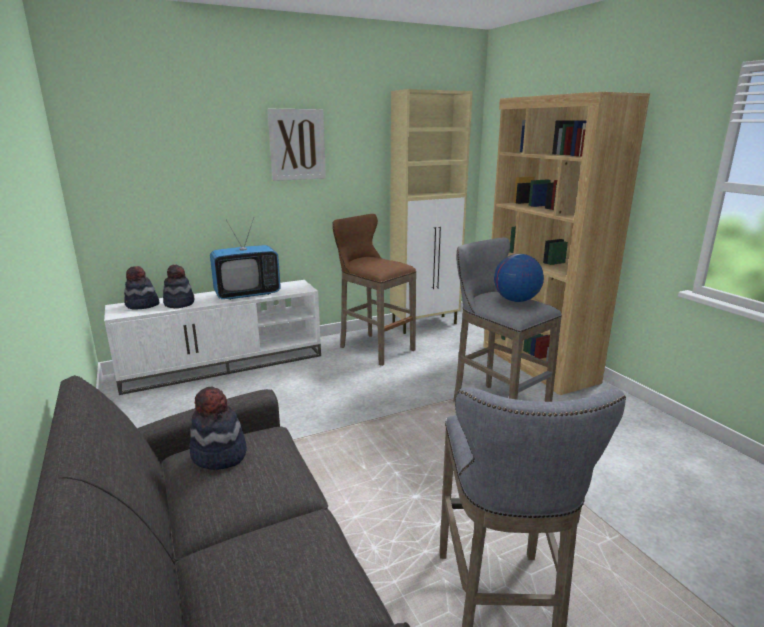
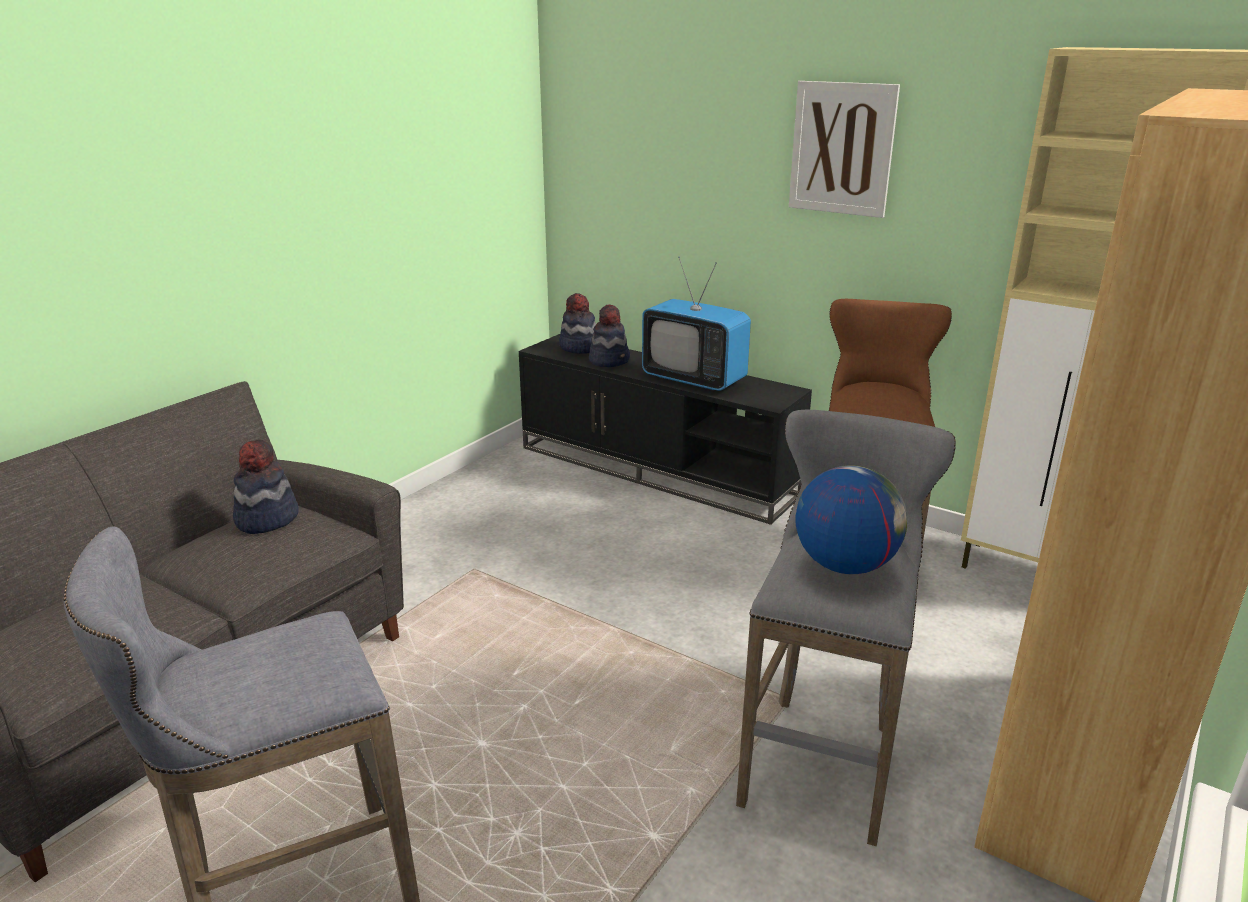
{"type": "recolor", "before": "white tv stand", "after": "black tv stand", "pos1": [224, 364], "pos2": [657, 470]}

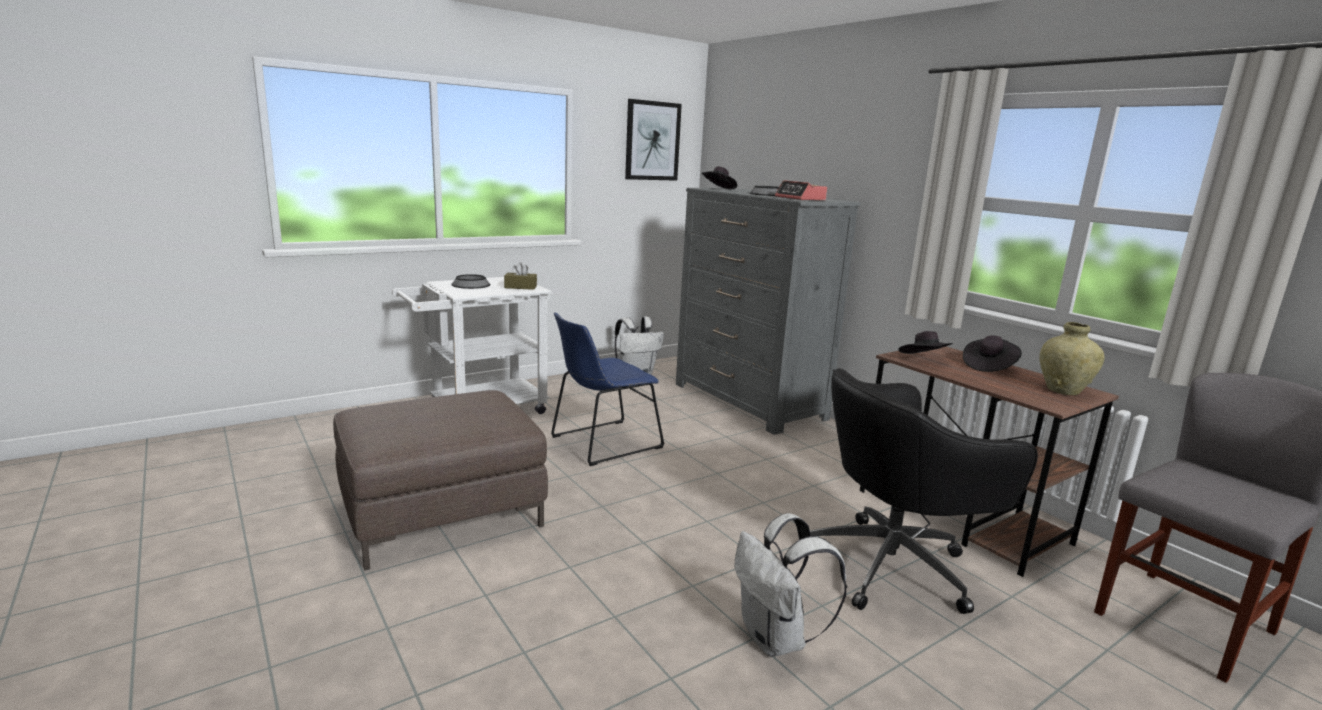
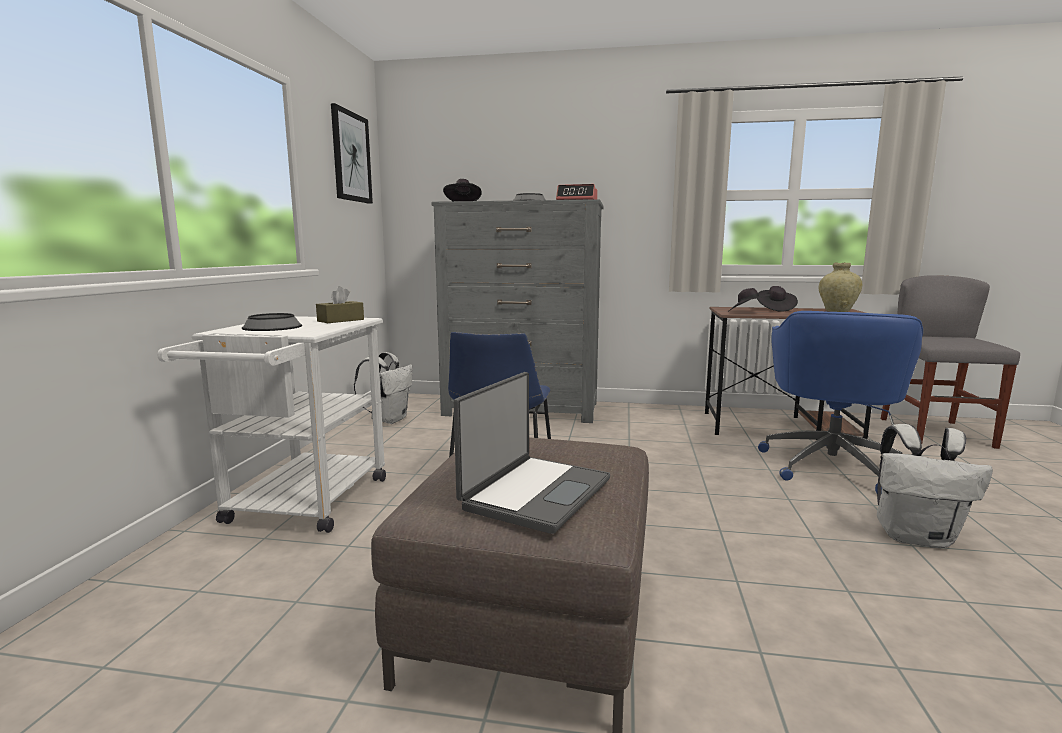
{"type": "insert", "after": "laptop", "pos2": [535, 493]}
{"type": "recolor", "before": "black office chair", "after": "blue office chair", "pos1": [893, 565], "pos2": [830, 465]}

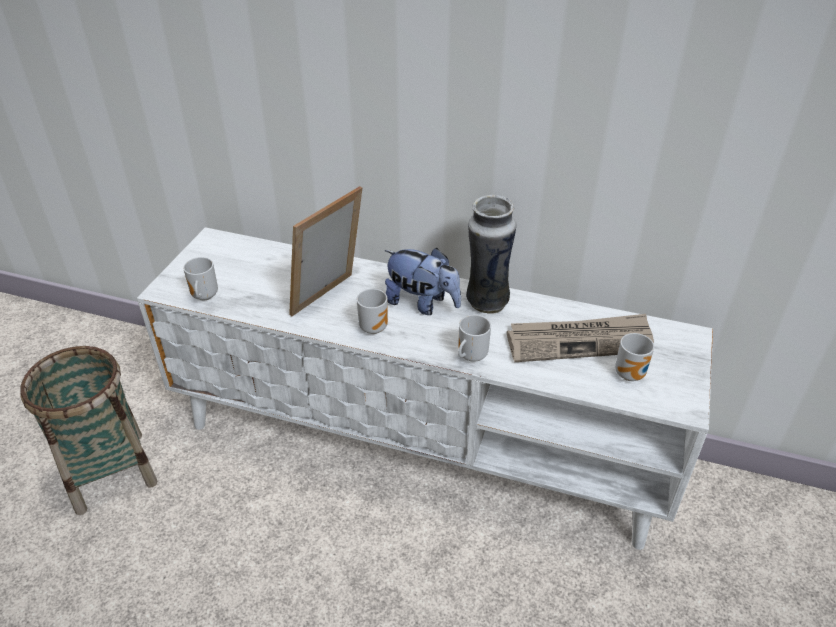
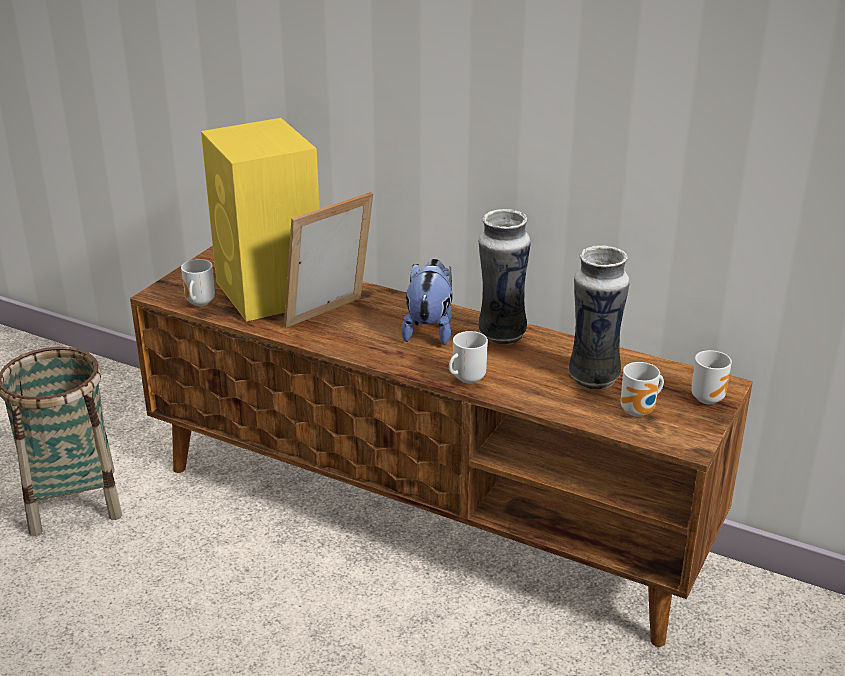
{"type": "recolor", "before": "white tv stand", "after": "brown tv stand", "pos1": [420, 444], "pos2": [425, 514]}
{"type": "insert", "after": "yellow speaker", "pos2": [270, 293]}
{"type": "rotate", "before": "plush toy", "pos1": [422, 303], "pos2": [429, 329], "turn": -120}
{"type": "replace", "before": "newspaper", "after": "vase", "pos1": [580, 341], "pos2": [593, 377]}
{"type": "move", "before": "mug", "pos1": [374, 327], "pos2": [707, 397]}

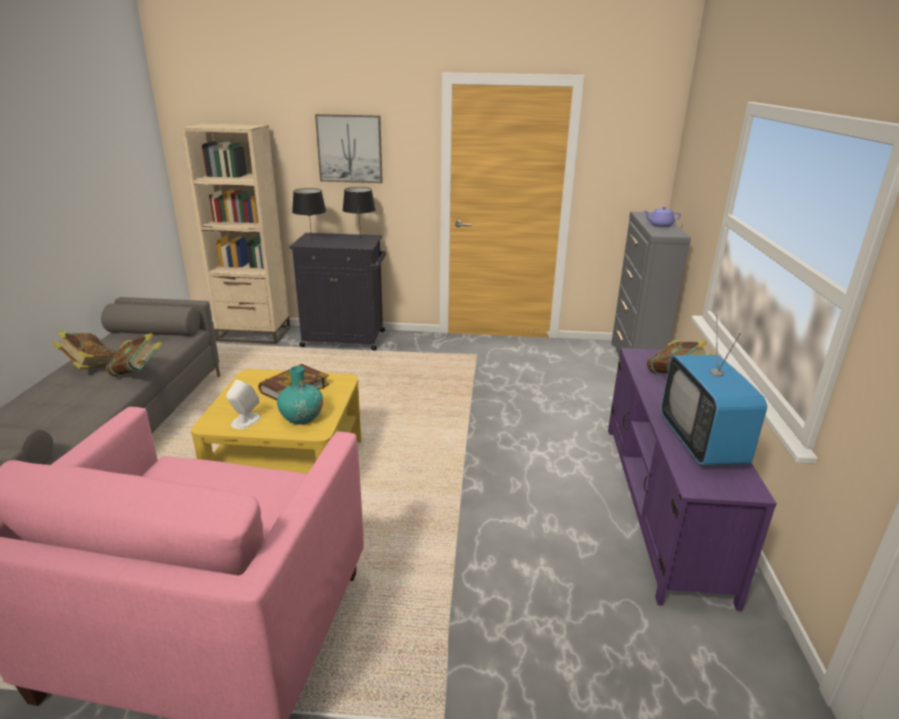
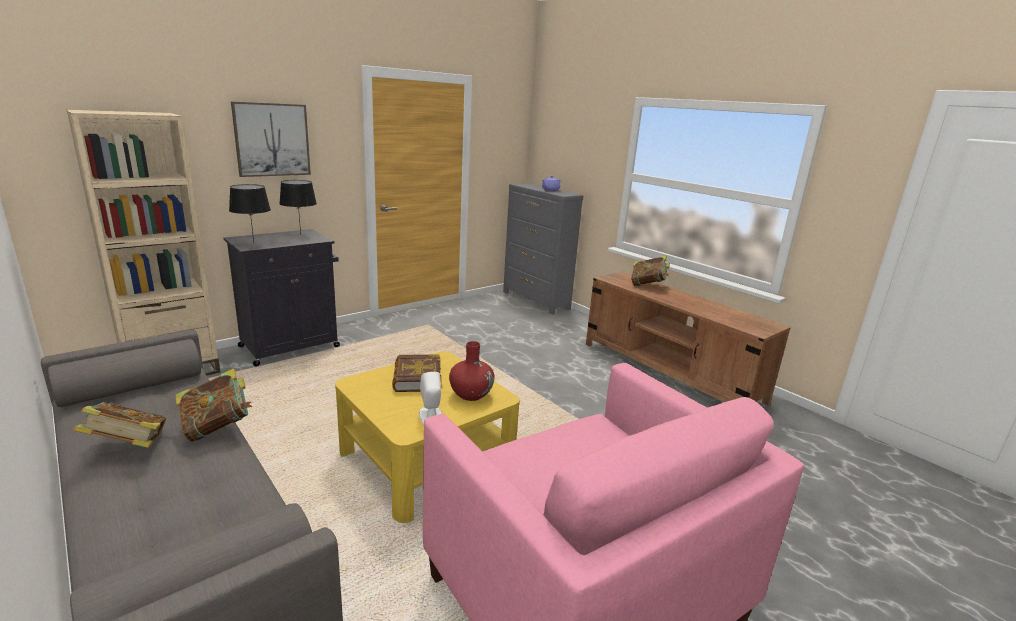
{"type": "recolor", "before": "turquoise vase", "after": "red vase", "pos1": [302, 418], "pos2": [471, 394]}
{"type": "recolor", "before": "purple tv stand", "after": "brown tv stand", "pos1": [661, 504], "pos2": [669, 372]}
{"type": "delete", "before": "television", "pos1": [701, 442]}

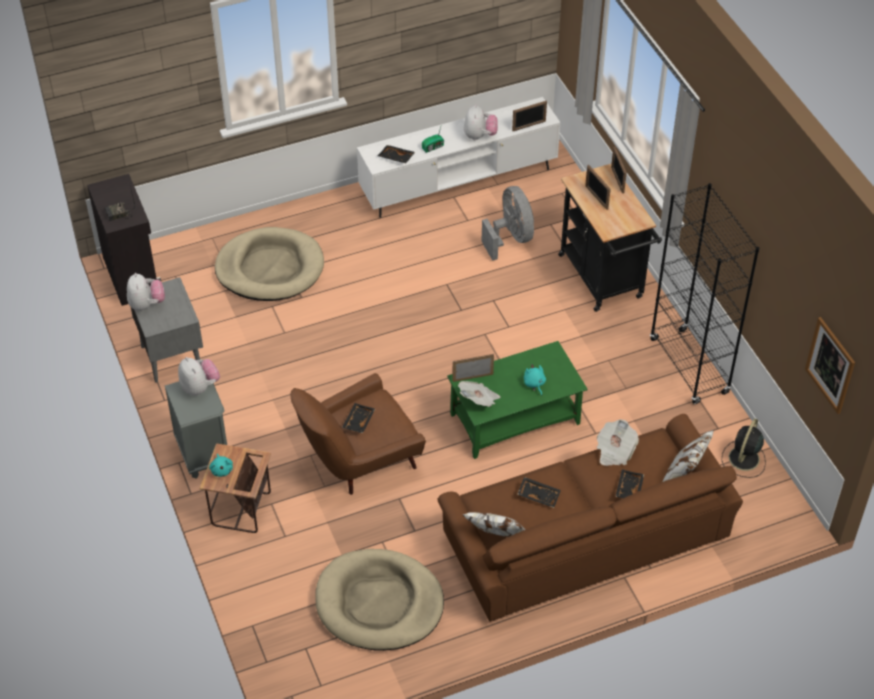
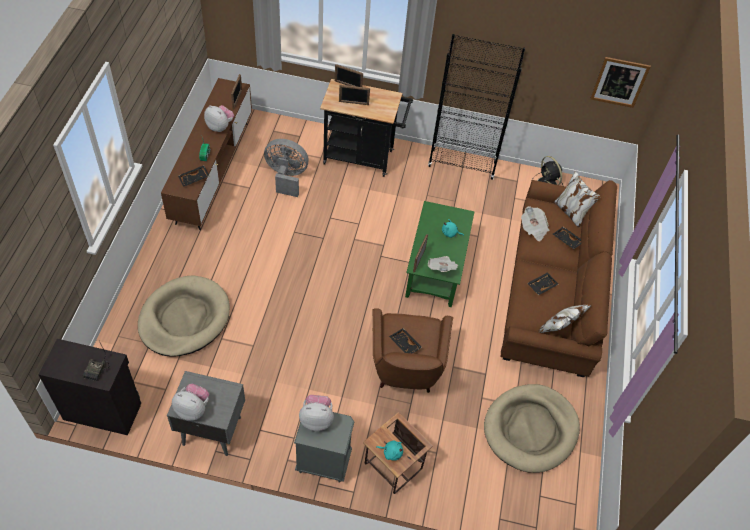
{"type": "recolor", "before": "white tv stand", "after": "brown tv stand", "pos1": [459, 184], "pos2": [213, 172]}

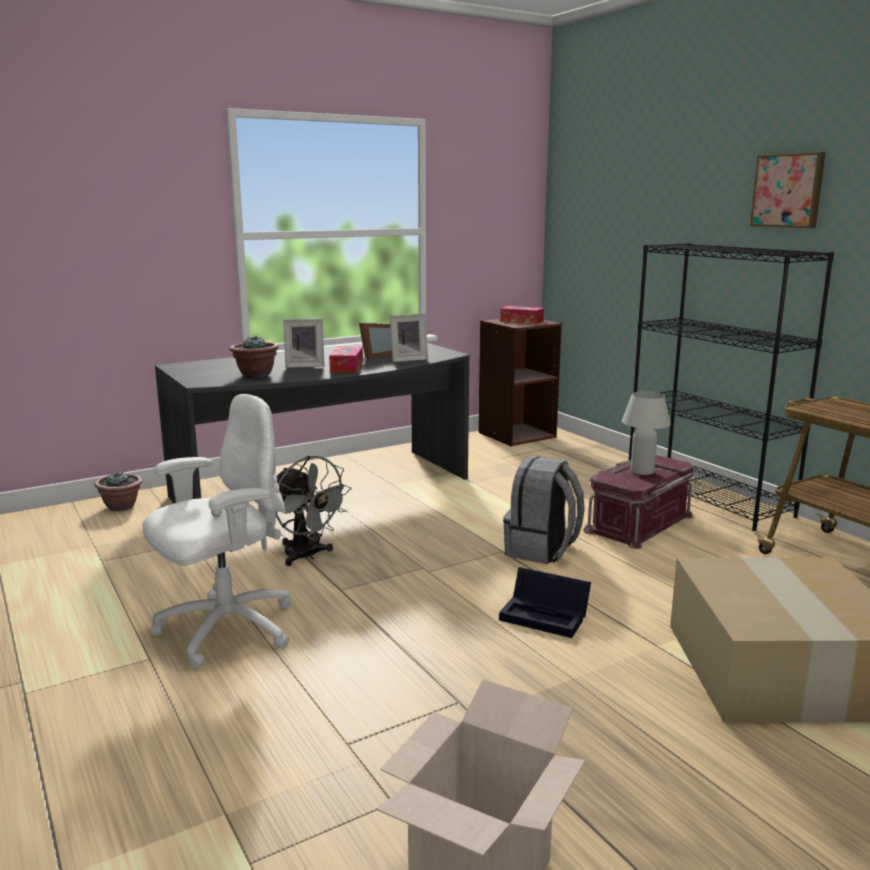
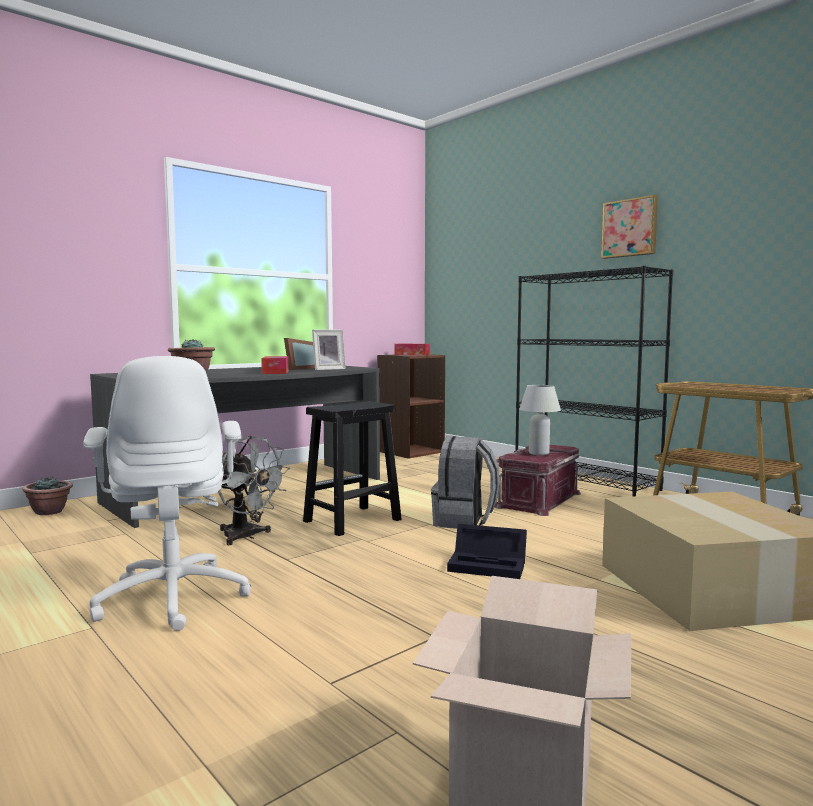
{"type": "rotate", "before": "white office chair", "pos1": [225, 630], "pos2": [174, 597], "turn": 120}
{"type": "insert", "after": "black stool", "pos2": [351, 521]}
{"type": "delete", "before": "picture frame", "pos1": [305, 365]}

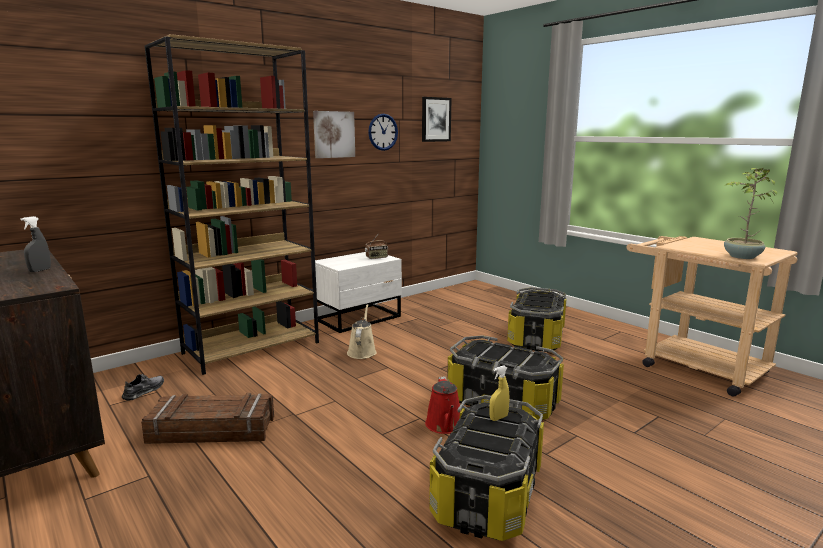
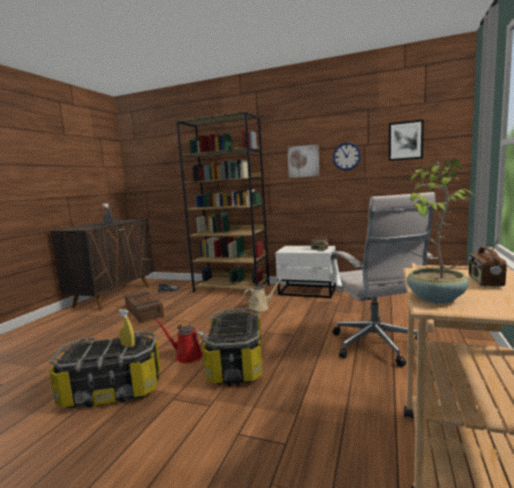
{"type": "rotate", "before": "red watering can", "pos1": [445, 426], "pos2": [186, 356], "turn": 60}
{"type": "replace", "before": "storage box", "after": "white office chair", "pos1": [537, 338], "pos2": [377, 347]}
{"type": "insert", "after": "radio", "pos2": [484, 282]}

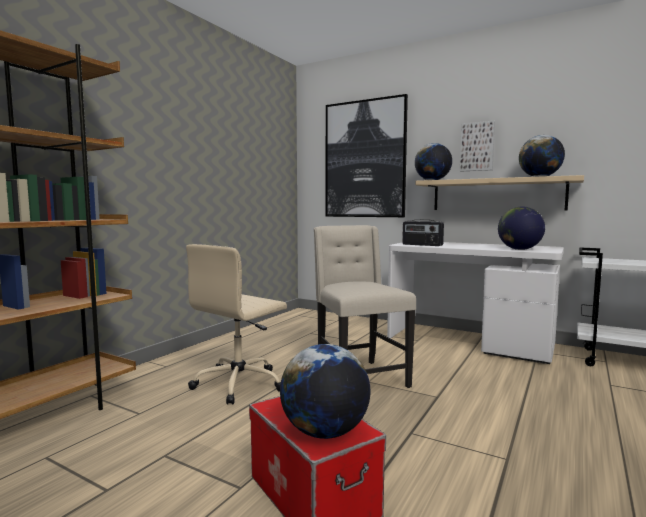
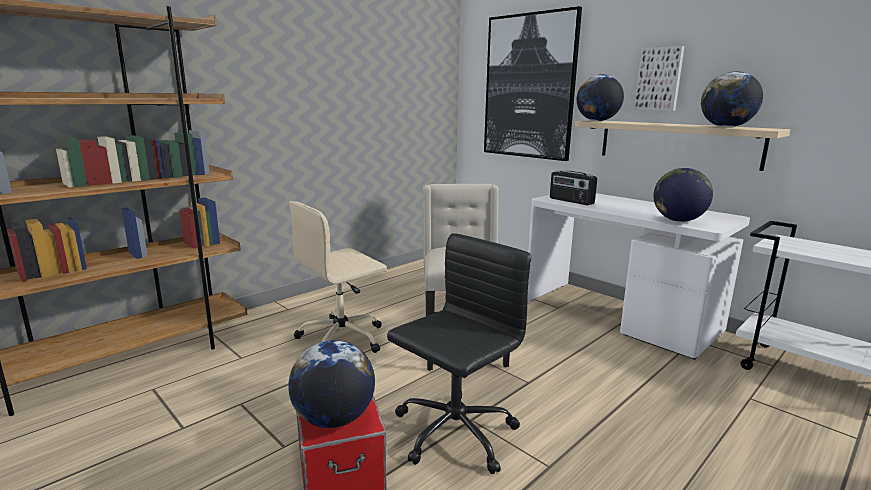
{"type": "insert", "after": "black office chair", "pos2": [453, 433]}

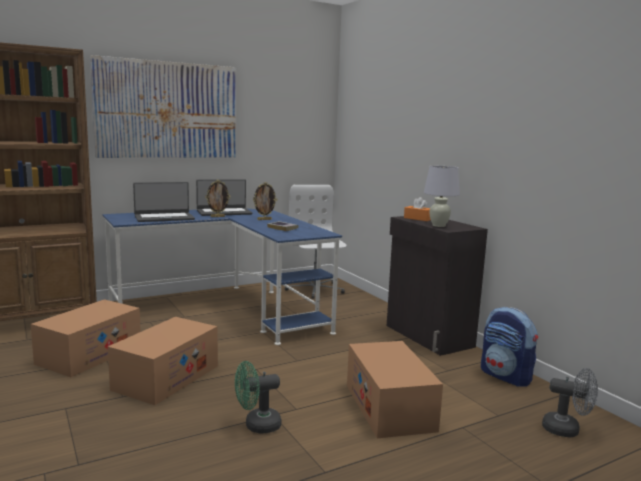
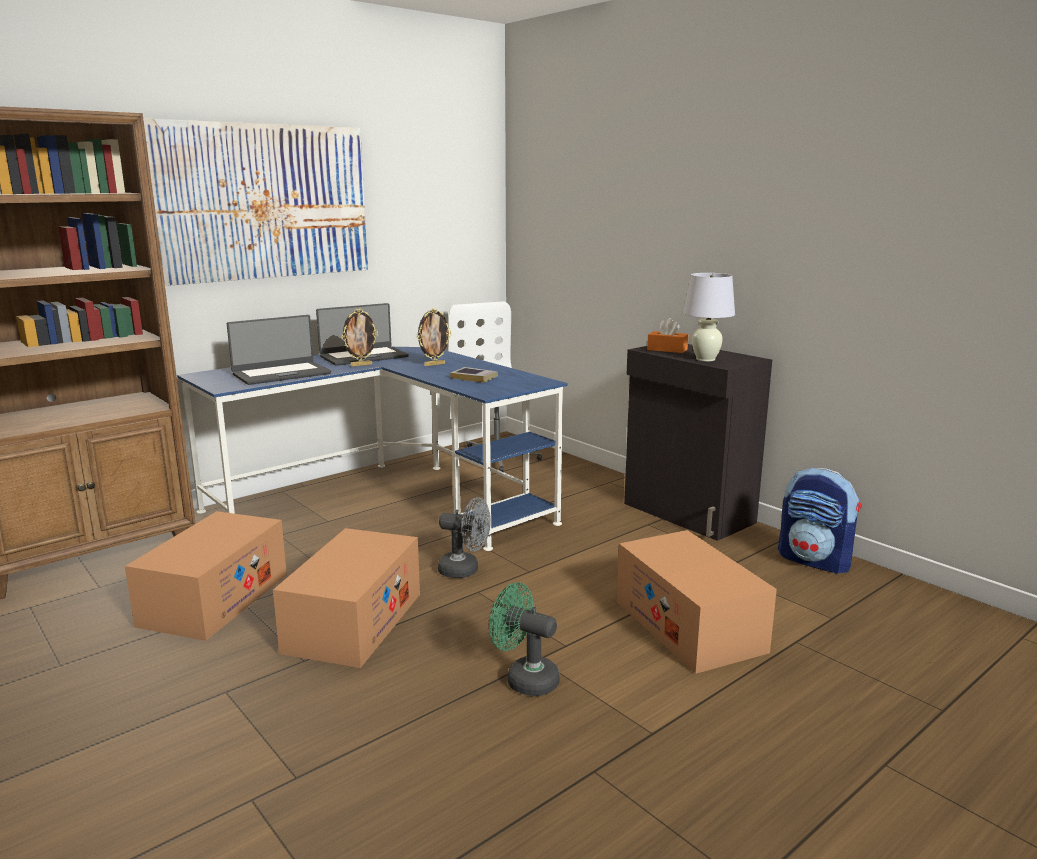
{"type": "move", "before": "grey fan", "pos1": [567, 430], "pos2": [465, 570]}
{"type": "rotate", "before": "green fan", "pos1": [257, 426], "pos2": [525, 679], "turn": 60}

